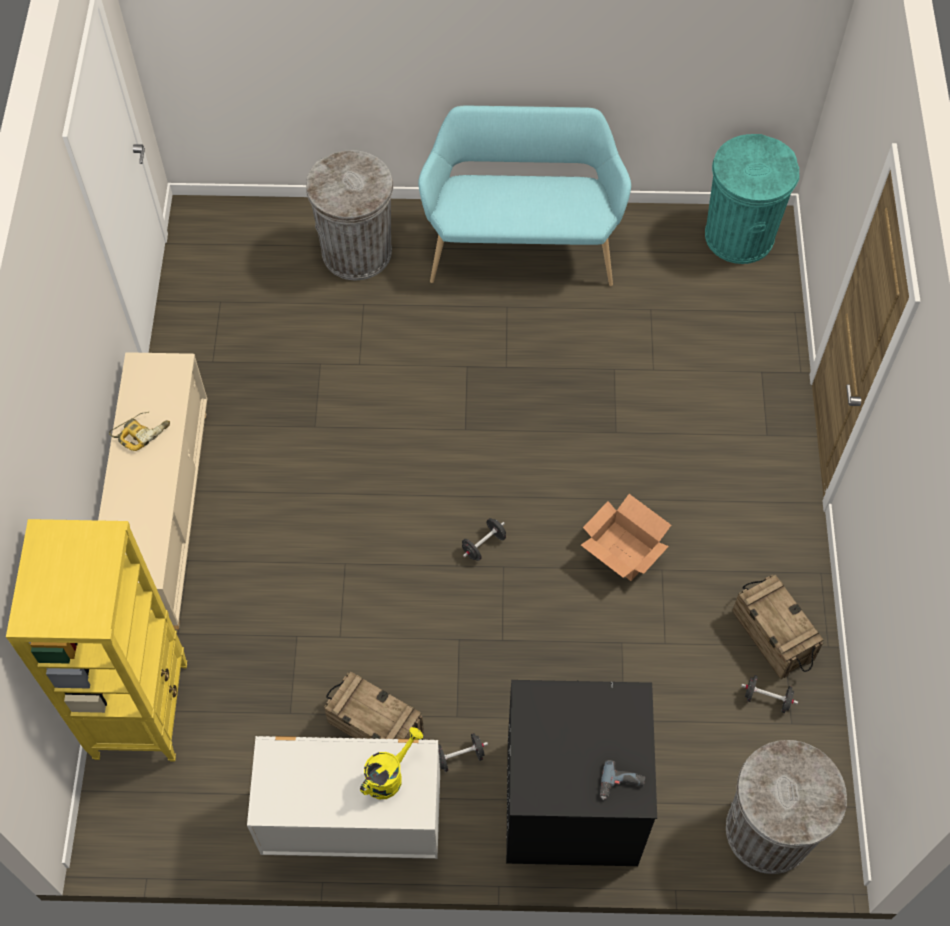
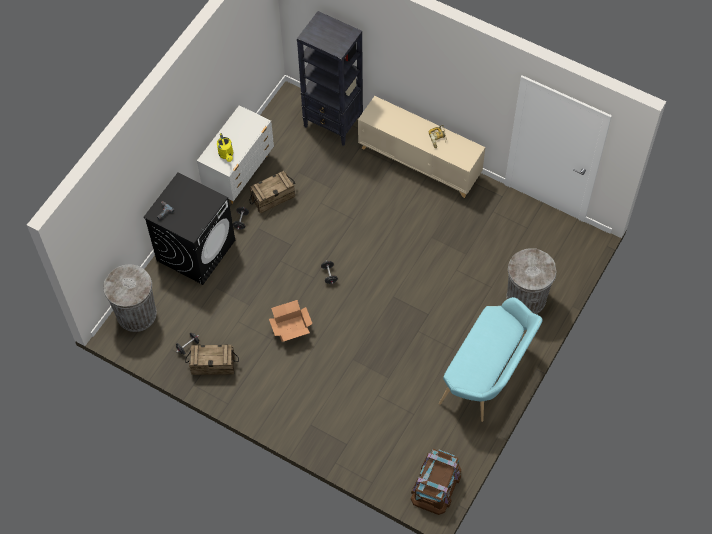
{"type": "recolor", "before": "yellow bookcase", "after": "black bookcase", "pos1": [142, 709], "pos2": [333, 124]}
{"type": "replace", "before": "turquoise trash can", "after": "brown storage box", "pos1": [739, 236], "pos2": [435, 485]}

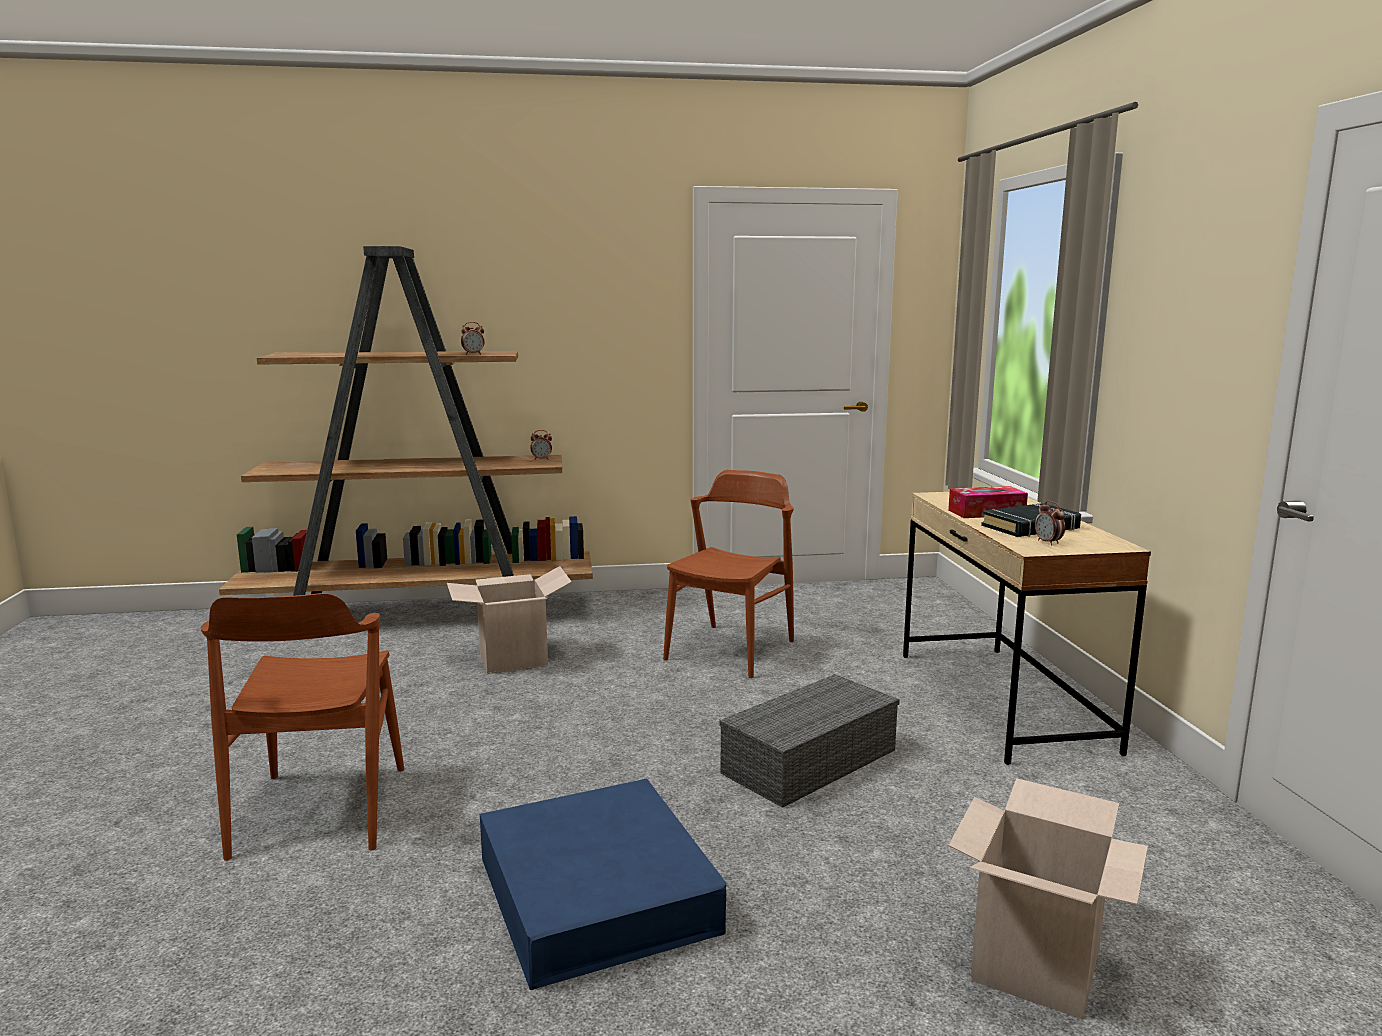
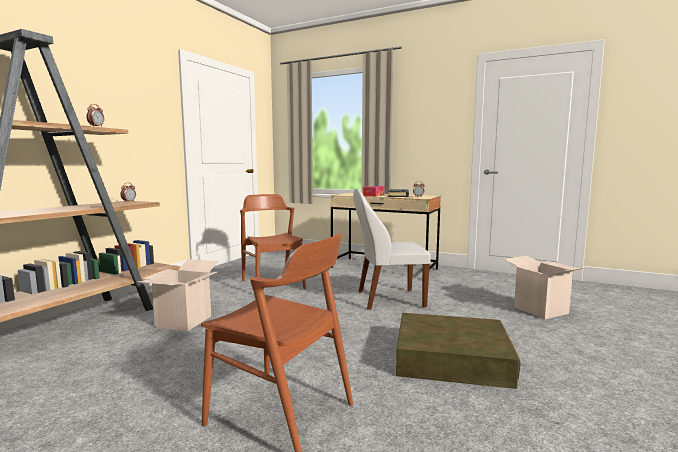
{"type": "replace", "before": "grey storage box", "after": "white chair", "pos1": [810, 760], "pos2": [388, 299]}
{"type": "recolor", "before": "blue storage box", "after": "brown storage box", "pos1": [597, 894], "pos2": [451, 358]}

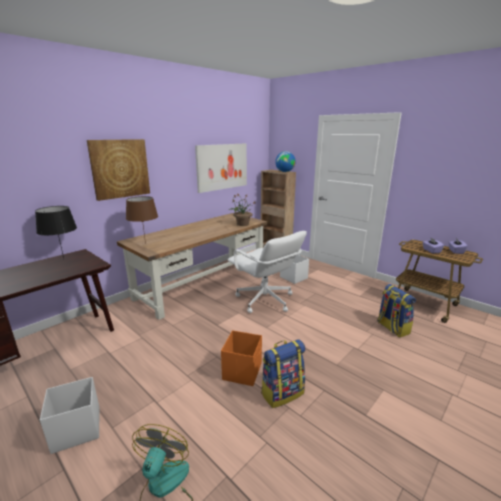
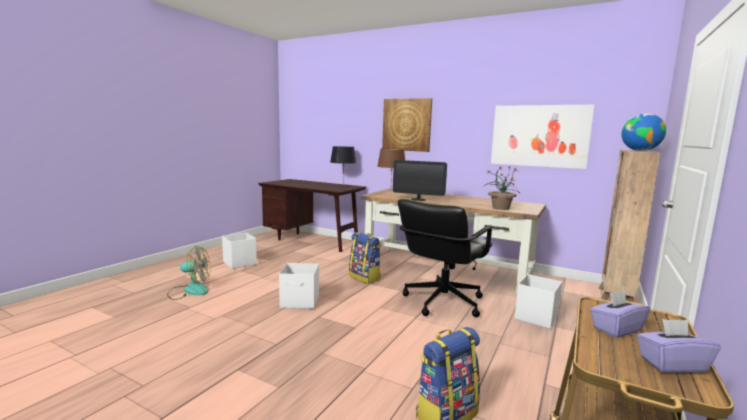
{"type": "recolor", "before": "orange storage box", "after": "white storage box", "pos1": [243, 371], "pos2": [300, 302]}
{"type": "move", "before": "backpack", "pos1": [282, 393], "pos2": [365, 278]}
{"type": "insert", "after": "monitor", "pos2": [418, 199]}
{"type": "recolor", "before": "white office chair", "after": "black office chair", "pos1": [265, 300], "pos2": [442, 302]}

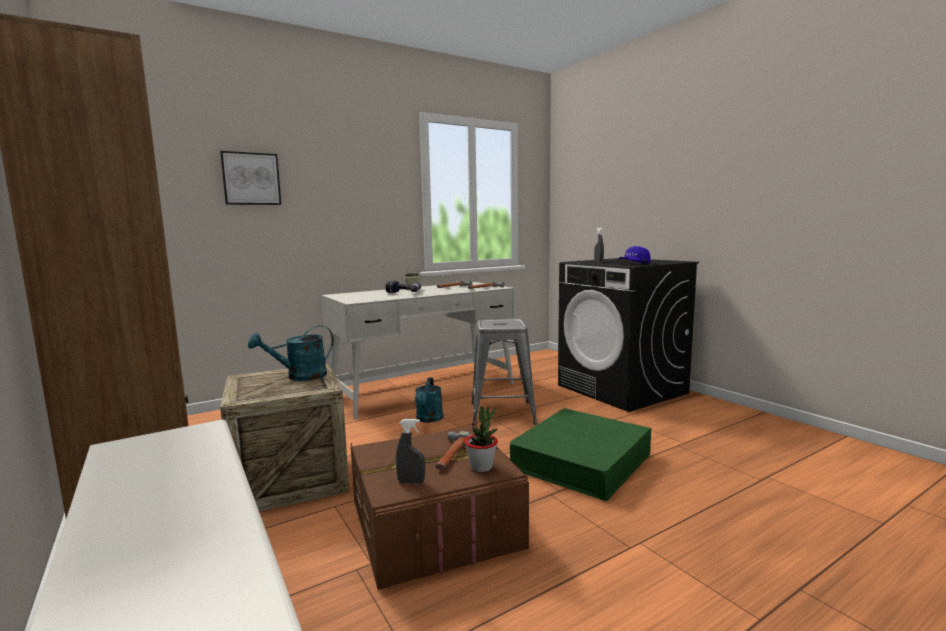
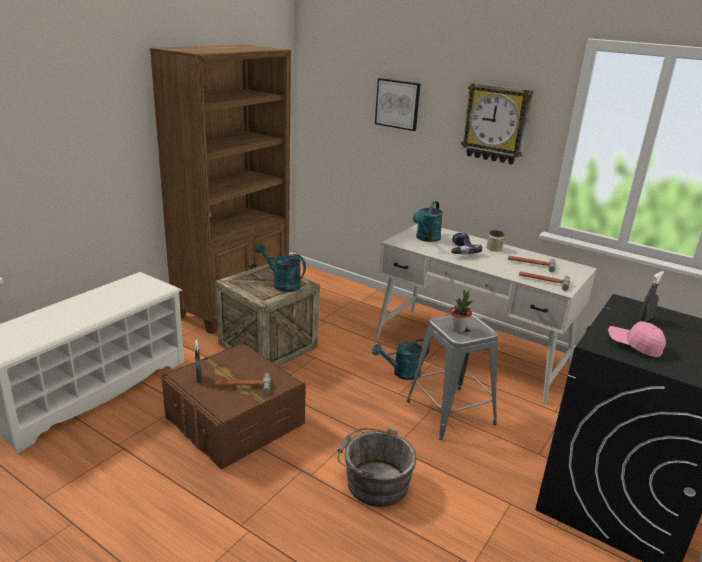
{"type": "replace", "before": "green storage box", "after": "grey bucket", "pos1": [582, 461], "pos2": [373, 483]}
{"type": "insert", "after": "turquoise watering can", "pos2": [426, 239]}
{"type": "move", "before": "potted plant", "pos1": [481, 467], "pos2": [458, 328]}
{"type": "insert", "after": "wall clock", "pos2": [496, 123]}
{"type": "recolor", "before": "blue cap", "after": "pink cap", "pos1": [634, 263], "pos2": [634, 346]}

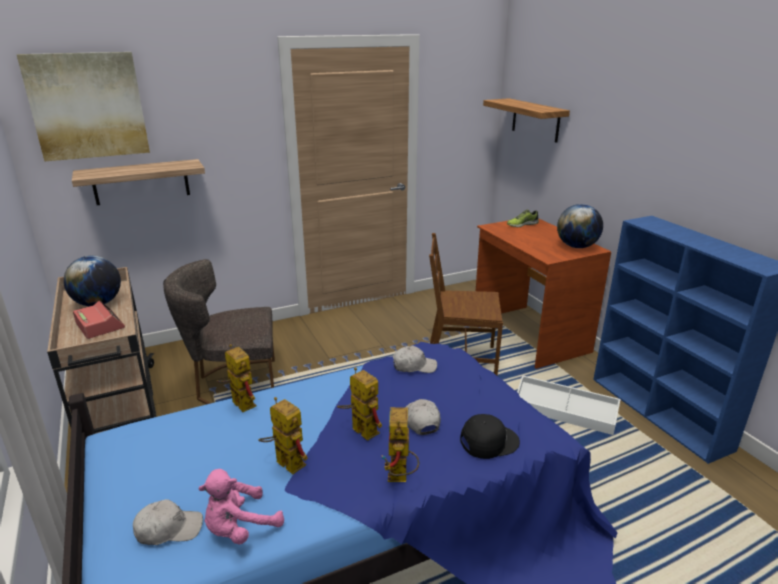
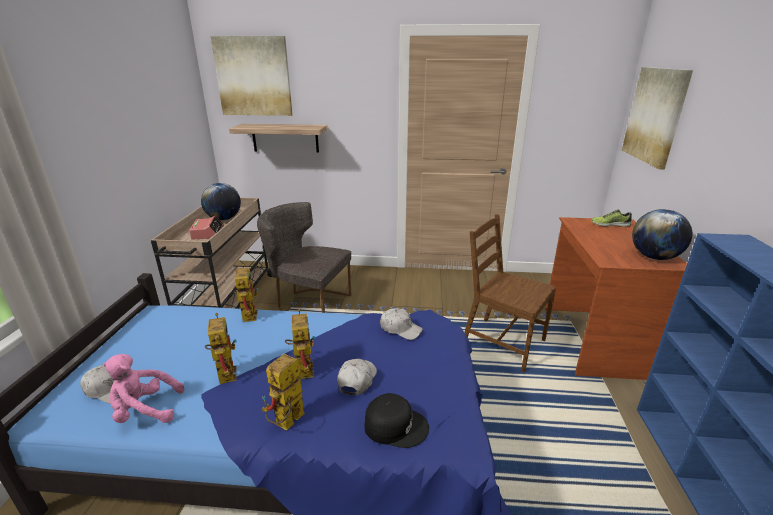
{"type": "replace", "before": "shelf", "after": "picture", "pos1": [535, 120], "pos2": [655, 115]}
{"type": "delete", "before": "white storage box", "pos1": [564, 413]}

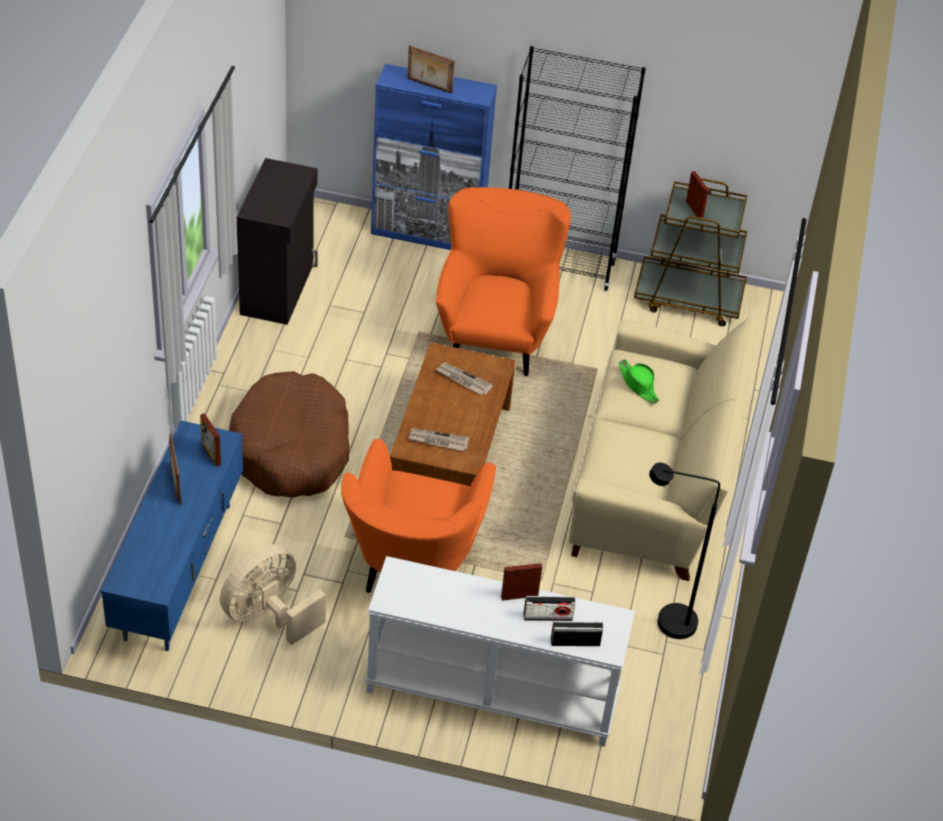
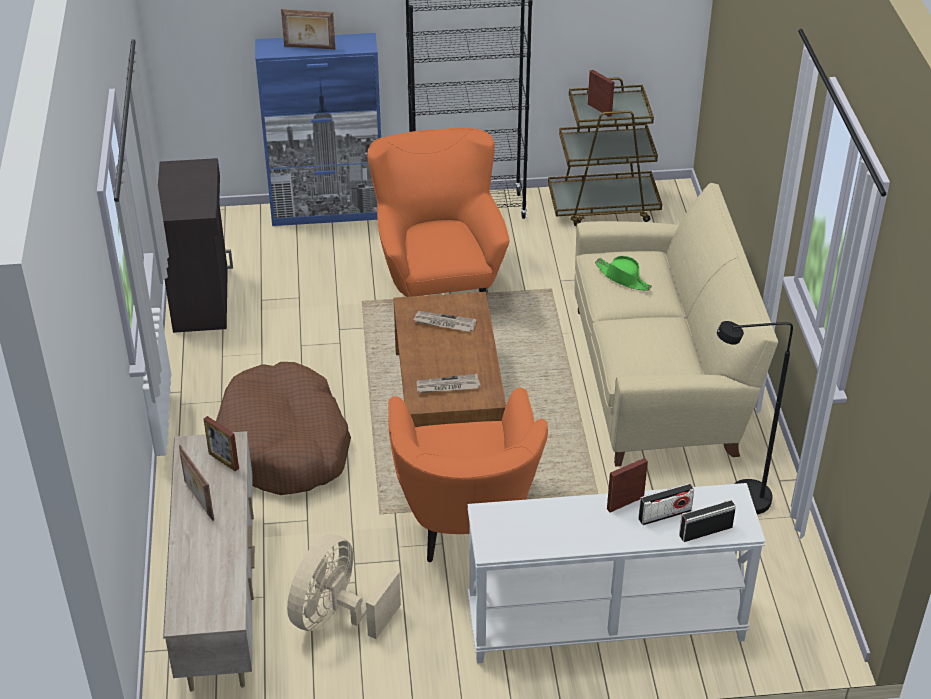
{"type": "recolor", "before": "blue tv stand", "after": "beige tv stand", "pos1": [179, 572], "pos2": [220, 601]}

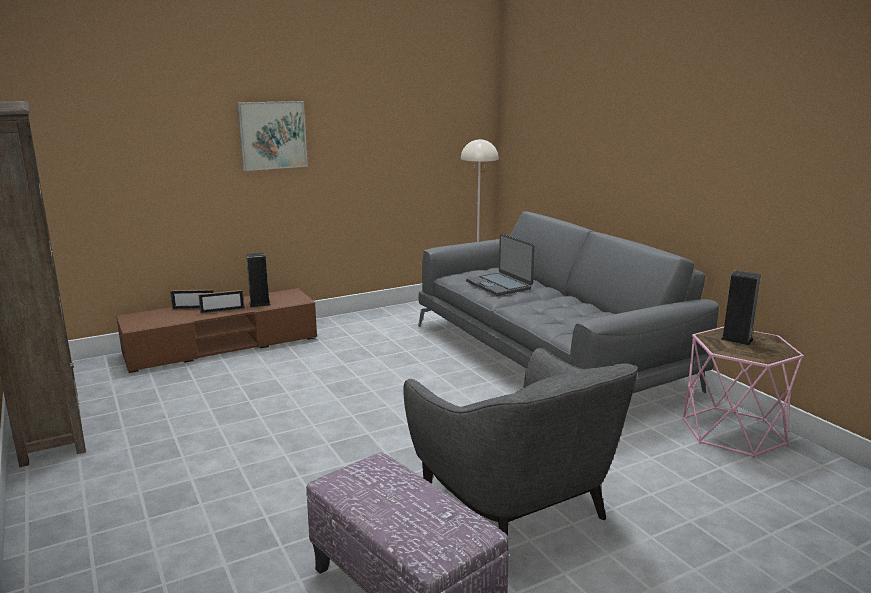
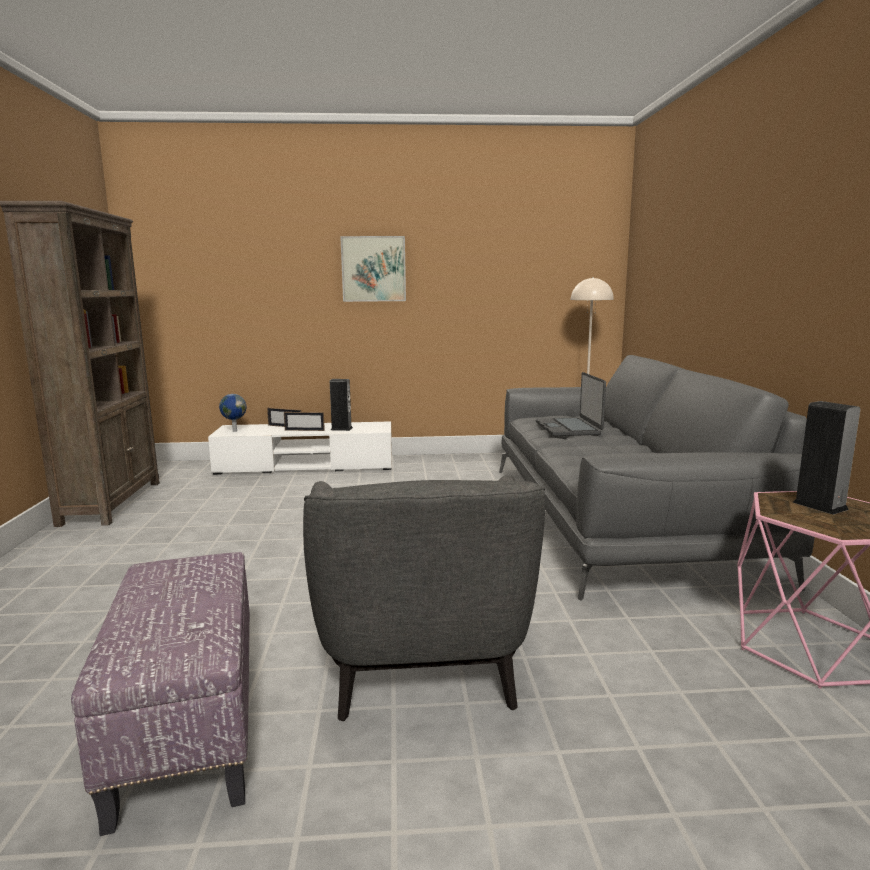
{"type": "recolor", "before": "brown tv stand", "after": "white tv stand", "pos1": [222, 346], "pos2": [306, 465]}
{"type": "insert", "after": "globe", "pos2": [234, 431]}

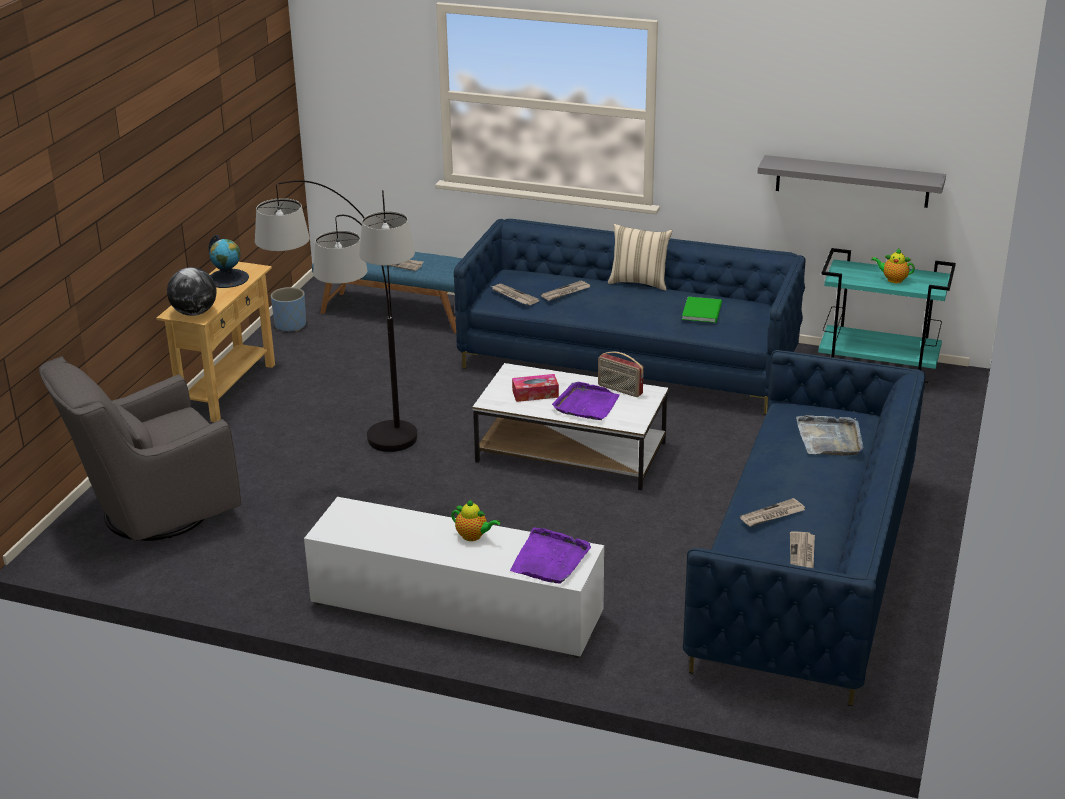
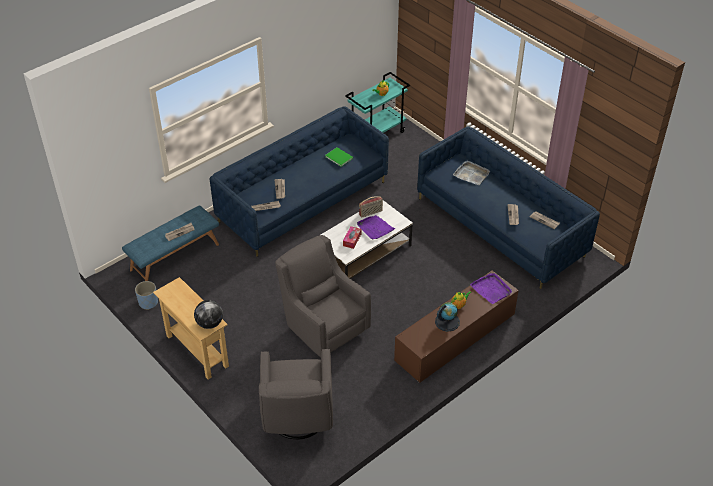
{"type": "replace", "before": "floor lamp", "after": "grey armchair", "pos1": [367, 471], "pos2": [323, 326]}
{"type": "recolor", "before": "white tv stand", "after": "brown tv stand", "pos1": [454, 610], "pos2": [455, 339]}
{"type": "move", "before": "globe", "pos1": [228, 278], "pos2": [447, 321]}
{"type": "delete", "before": "beige pillow", "pos1": [639, 282]}
{"type": "delete", "before": "grey shelf", "pos1": [852, 181]}

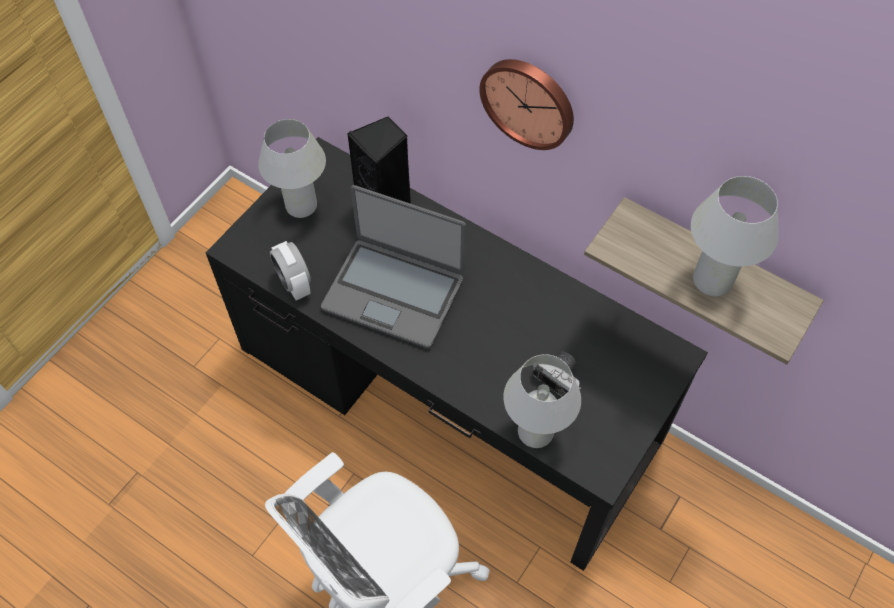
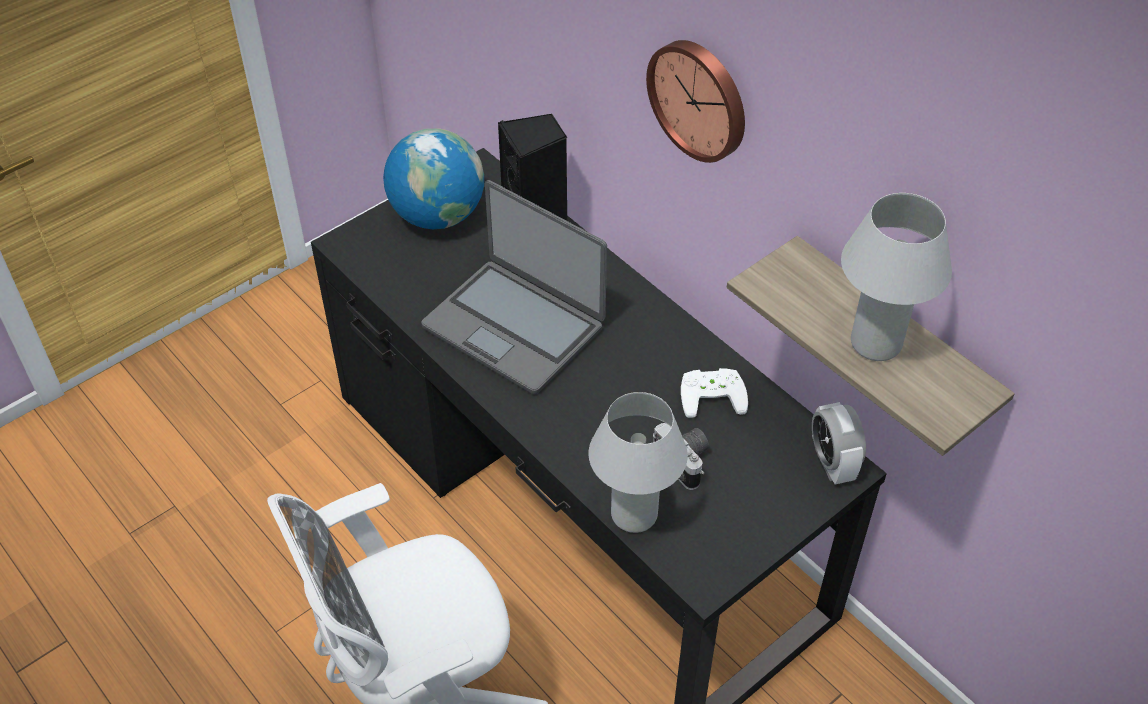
{"type": "replace", "before": "white table lamp", "after": "globe", "pos1": [301, 206], "pos2": [438, 215]}
{"type": "insert", "after": "white game controller", "pos2": [712, 393]}
{"type": "move", "before": "alarm clock", "pos1": [294, 284], "pos2": [832, 463]}

